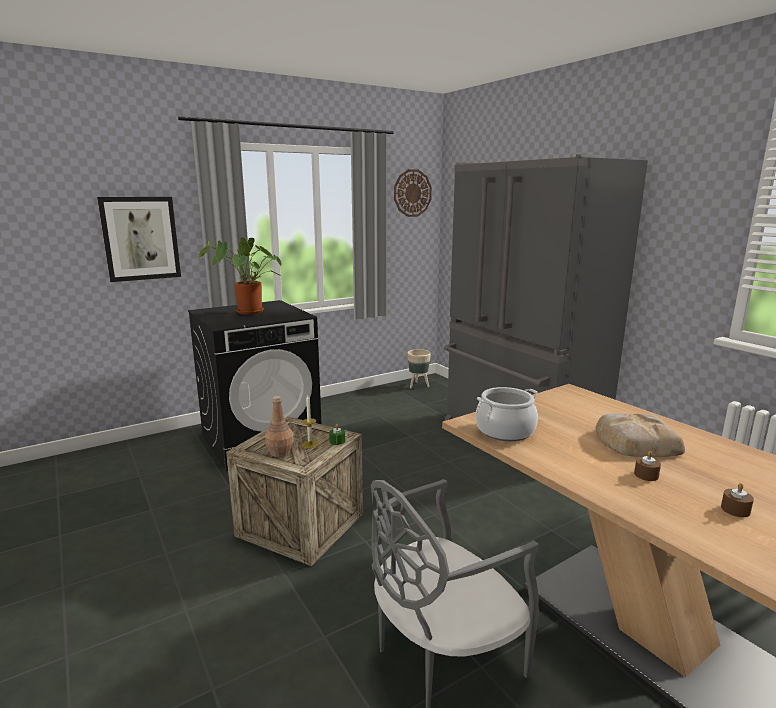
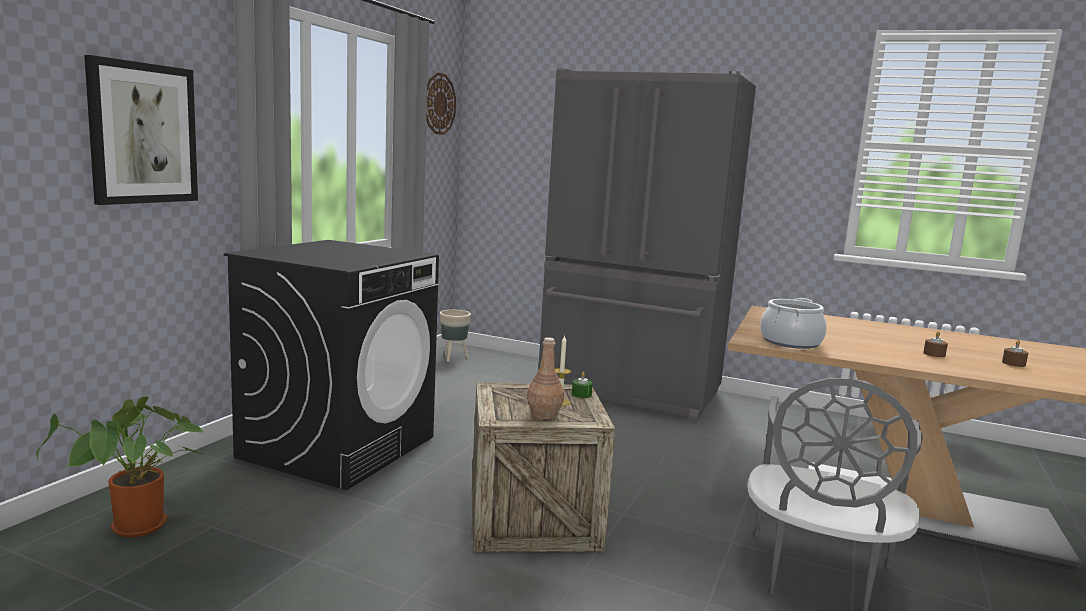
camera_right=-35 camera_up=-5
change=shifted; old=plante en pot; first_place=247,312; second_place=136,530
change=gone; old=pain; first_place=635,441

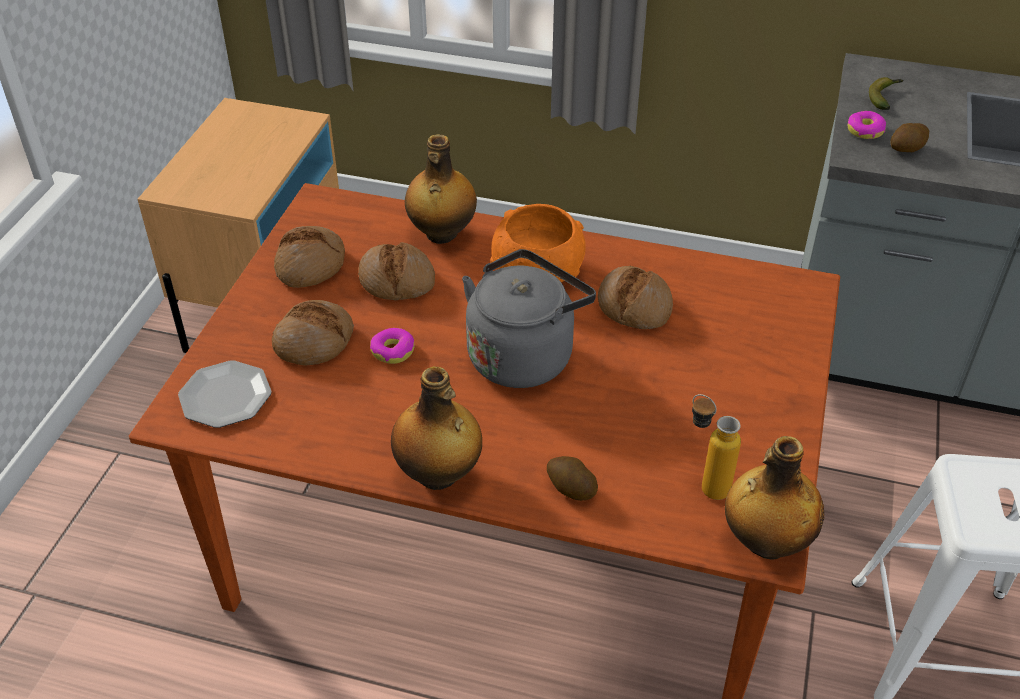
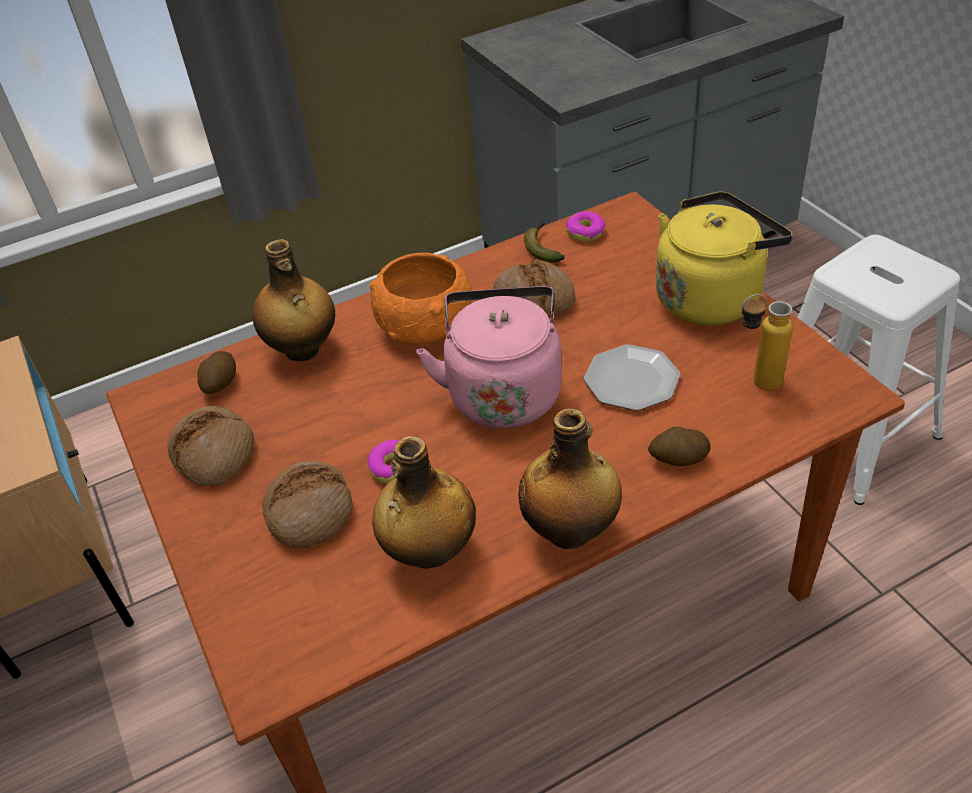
camera_right=-40 camera_up=0
change=shifted; old=banane; first_place=884,97; second_place=543,247
change=shifted; old=beignet; first_place=865,130; second_place=585,232
change=shifted; old=pomme de terre; first_place=906,149; second_place=220,384
change=gone; old=pain; first_place=397,280
change=repainted; old=bouilloire/gris; new=bouilloire/rose; first_place=523,355; second_place=503,392
change=shifted; old=assiette; first_place=226,397; second_place=632,380
change=shifted; old=bouteille; first_place=765,542; second_place=429,552
change=new; new=bouilloire/jaune; second_place=711,297

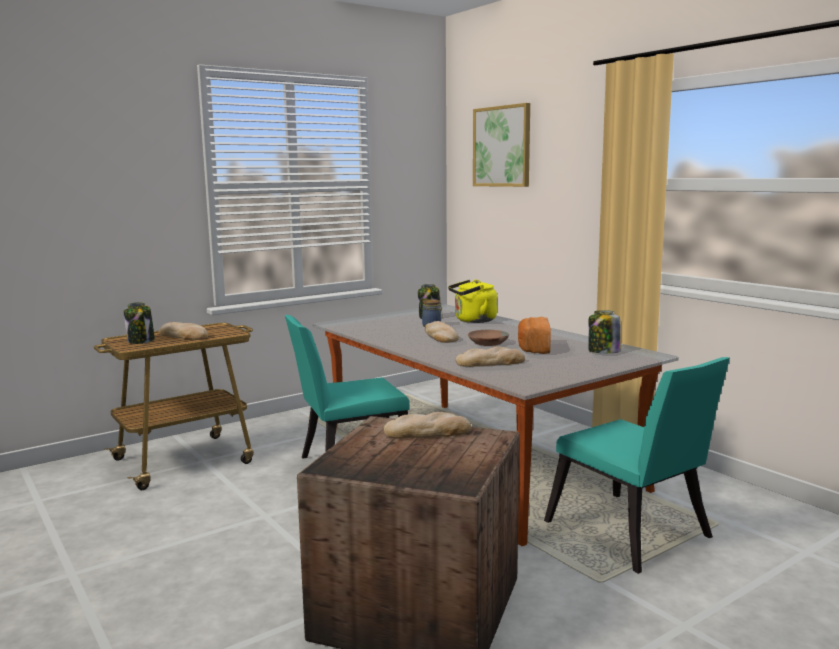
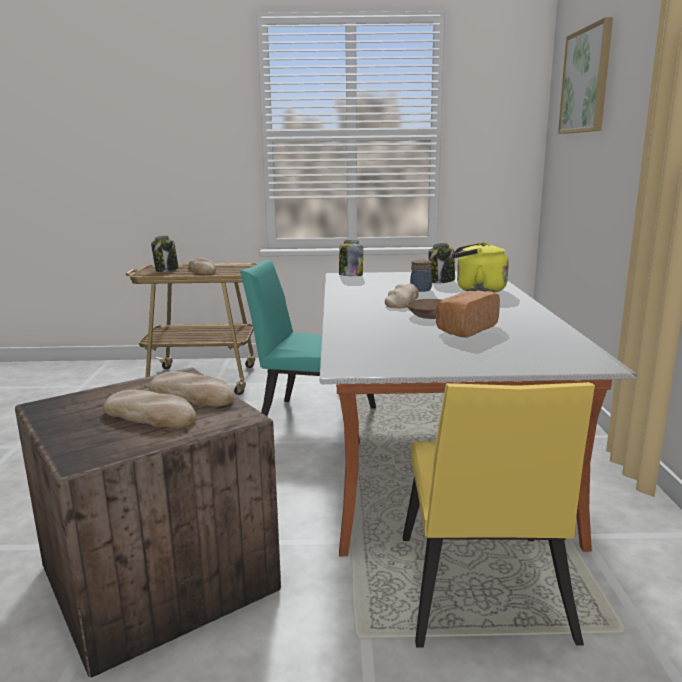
camera_right=35 camera_up=5
change=shifted; old=bocal; first_place=603,352; second_place=350,275
change=shifted; old=pain; first_place=490,362; second_place=151,415
change=repainted; old=chaise/turquoise; new=chaise/jaune; first_place=632,535; second_place=480,596

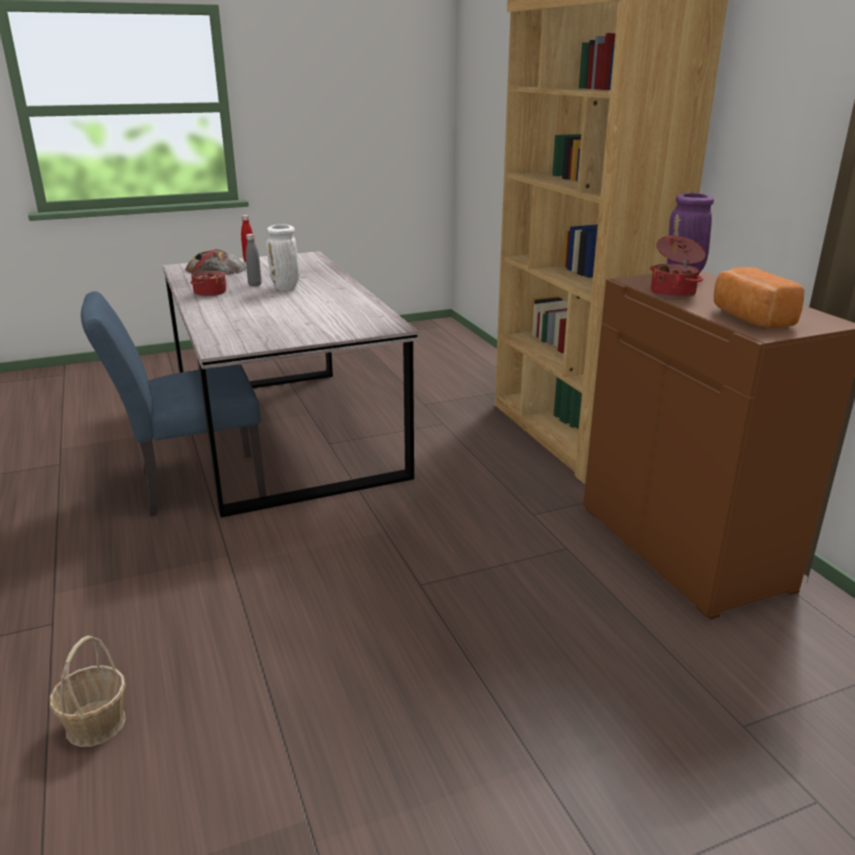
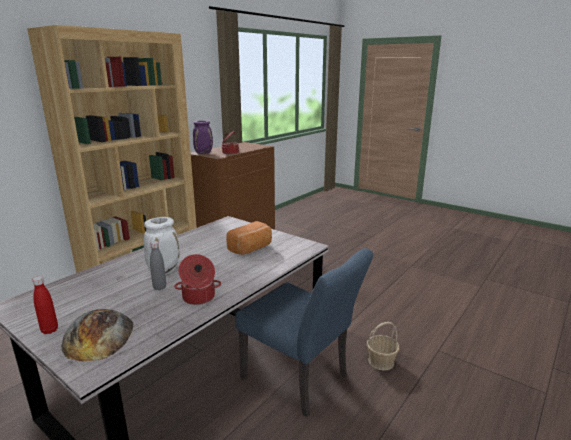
camera_right=-120 camera_up=-5
change=shifted; old=pain; first_place=749,318; second_place=251,248
change=shifted; old=panier; first_place=95,724; second_place=381,361

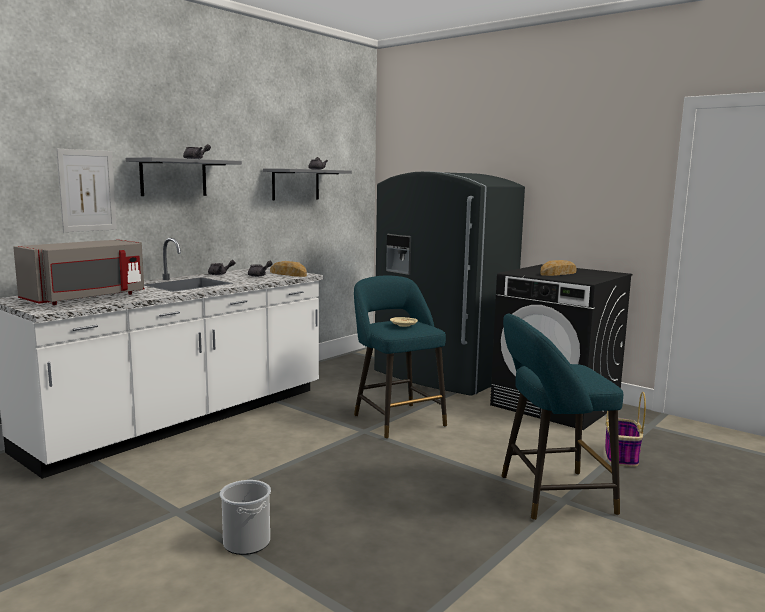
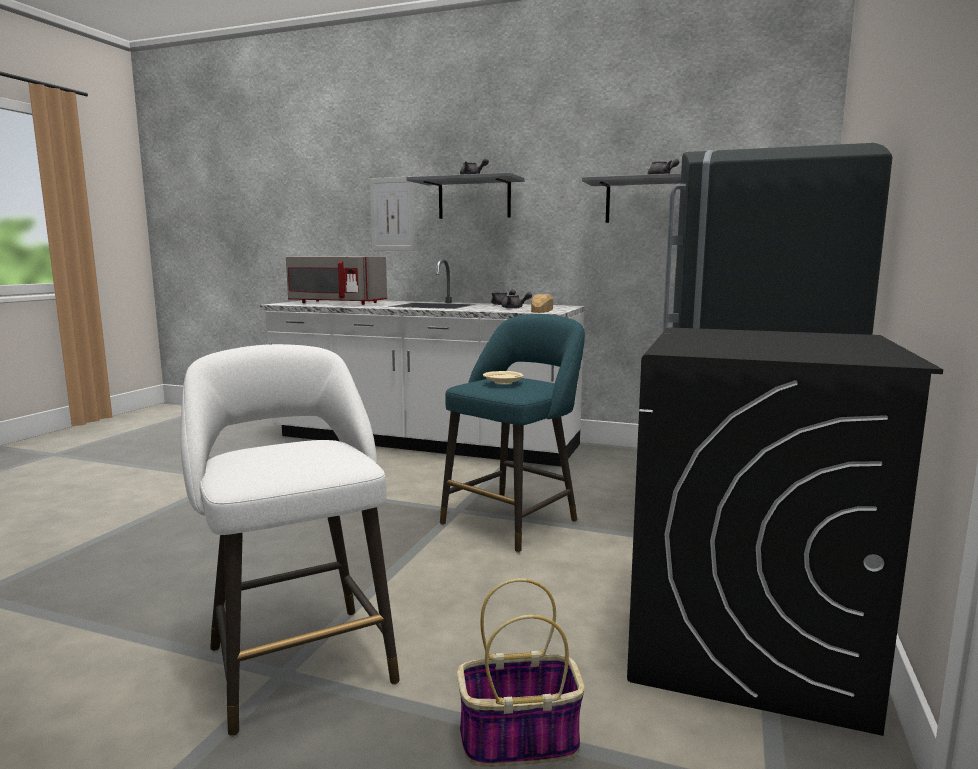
camera_right=70 camera_up=0
change=gone; old=pain; first_place=558,273
change=repainted; old=tabouret/turquoise; new=tabouret/blanc; first_place=550,495; second_place=298,659
change=gone; old=seau; first_place=246,542

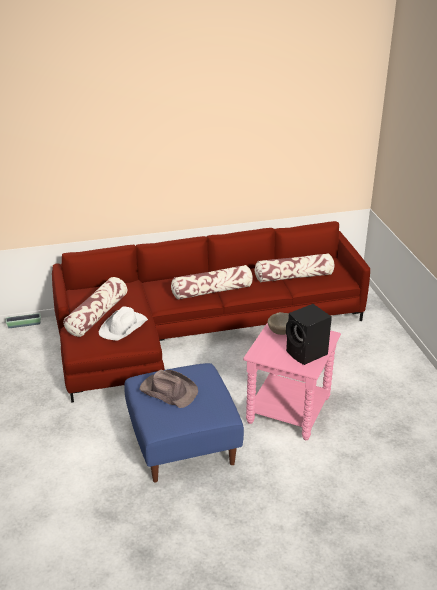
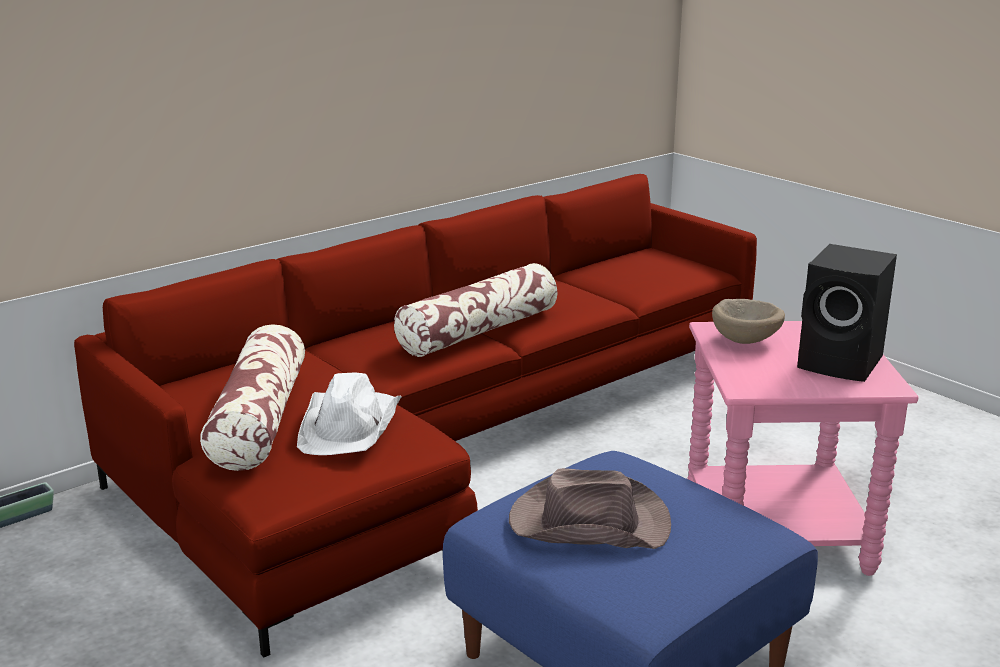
camera_right=-25 camera_up=-10
change=gone; old=coussin; first_place=294,276

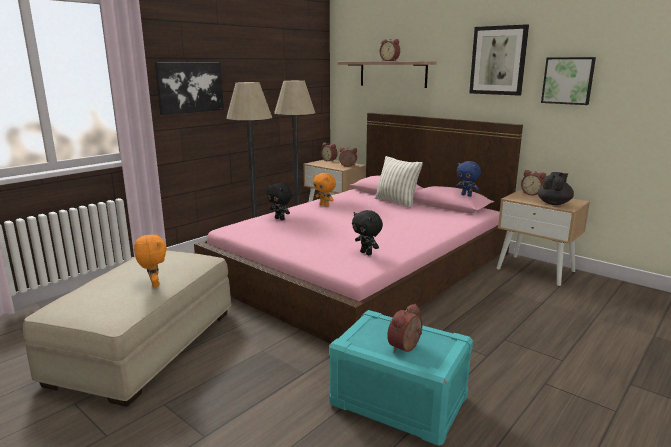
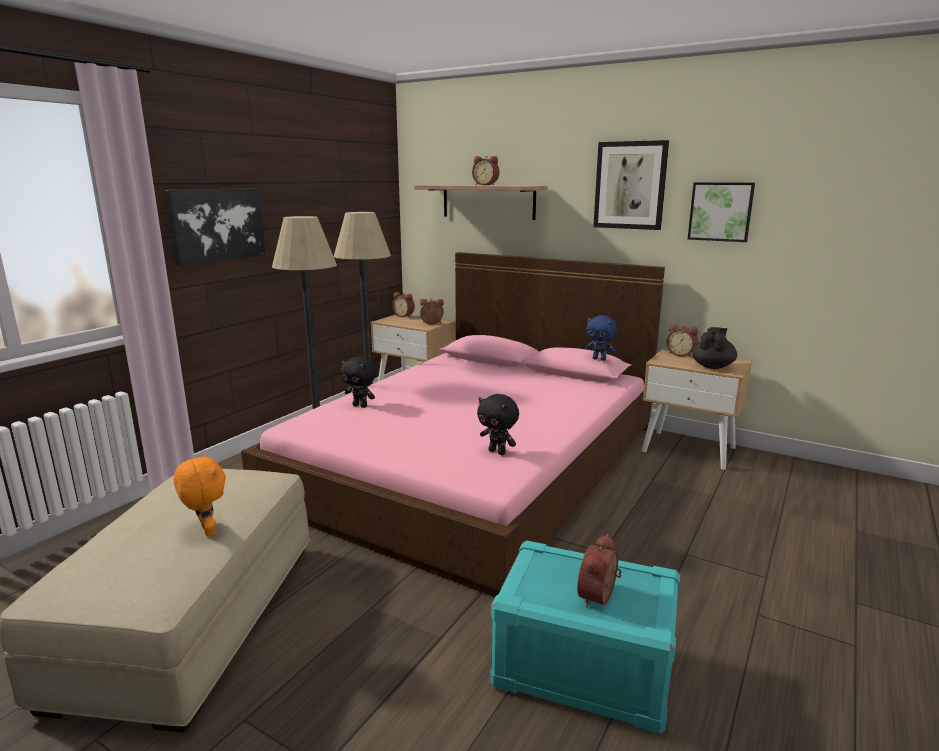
camera_right=-10 camera_up=0
change=gone; old=coussin; first_place=396,202
change=gone; old=peluche/orange; first_place=324,205

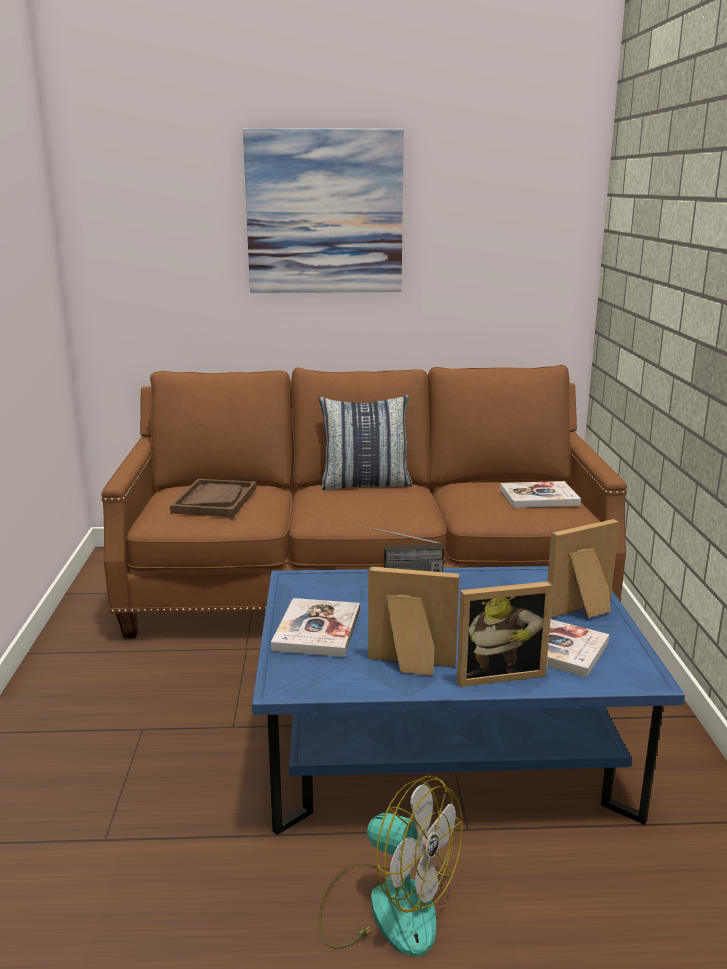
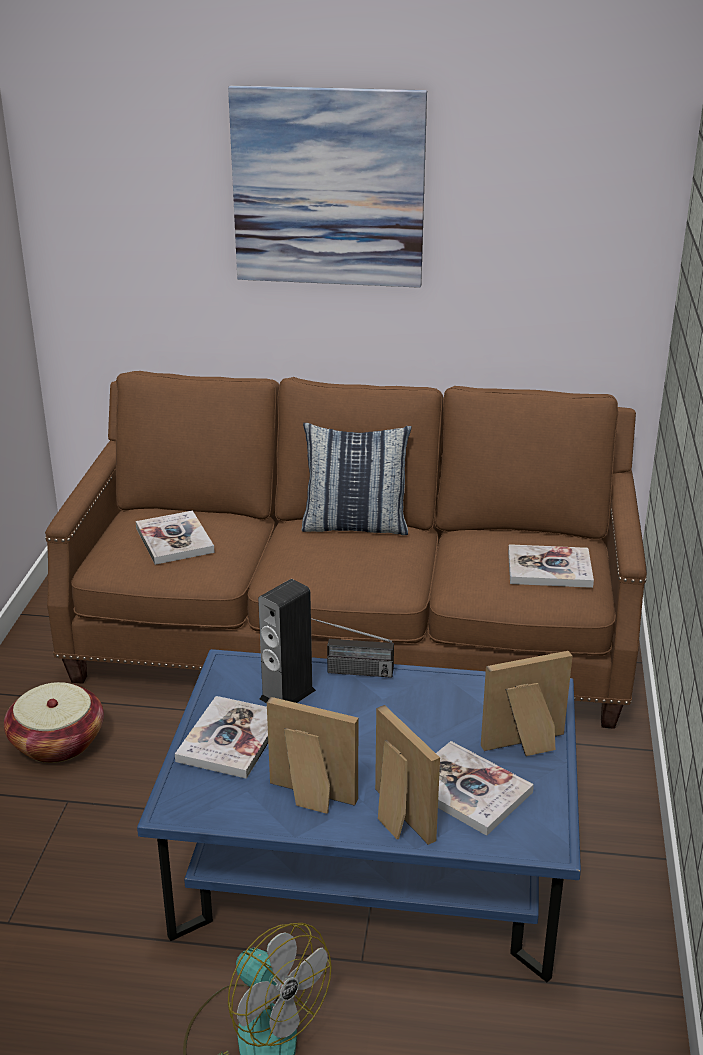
camera_right=10 camera_up=10
change=swapped; old=plateau/marron; new=livre; first_place=214,500; second_place=174,540
change=rotated; old=cadre photo; first_place=497,673; second_place=395,818; degrees=-120
change=new; new=enceinte; second_place=287,694
change=new; new=panier; second_place=57,742

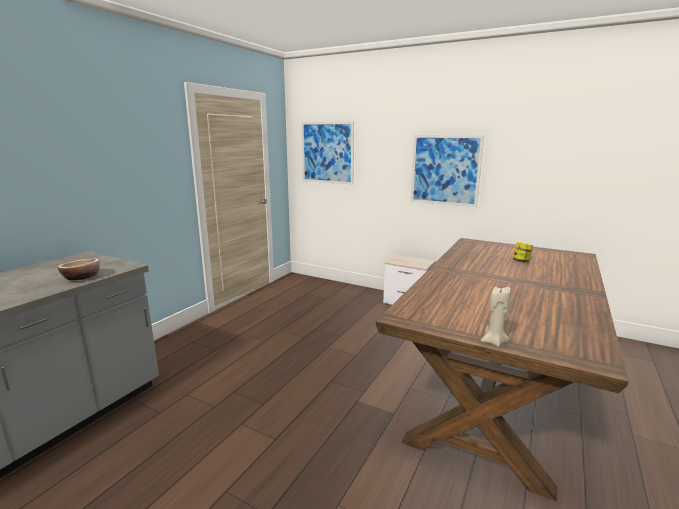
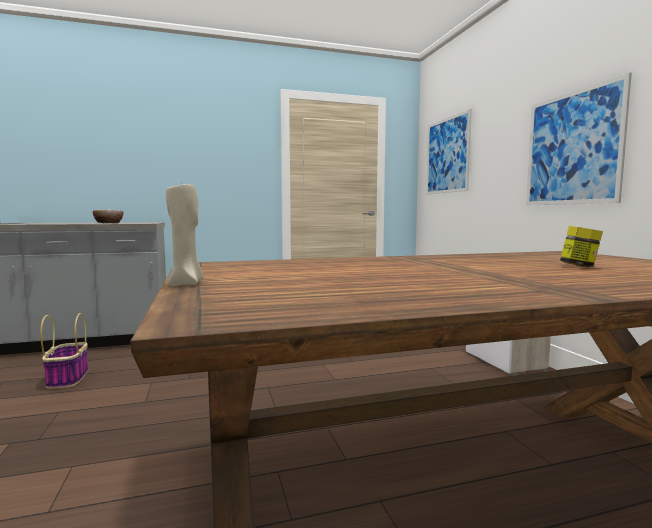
camera_right=45 camera_up=-10
change=new; new=panier; second_place=68,378

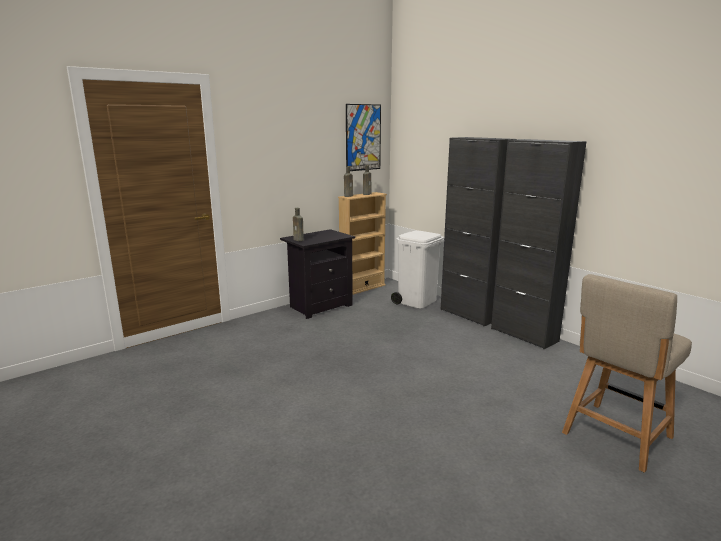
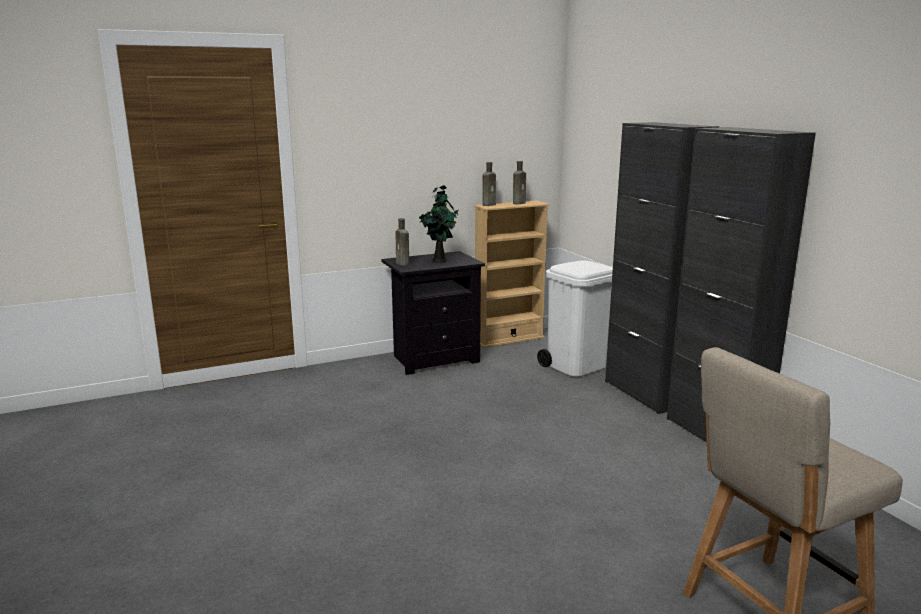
camera_right=15 camera_up=0
change=gone; old=tableau; first_place=363,137
change=new; new=plante en pot; second_place=439,260

